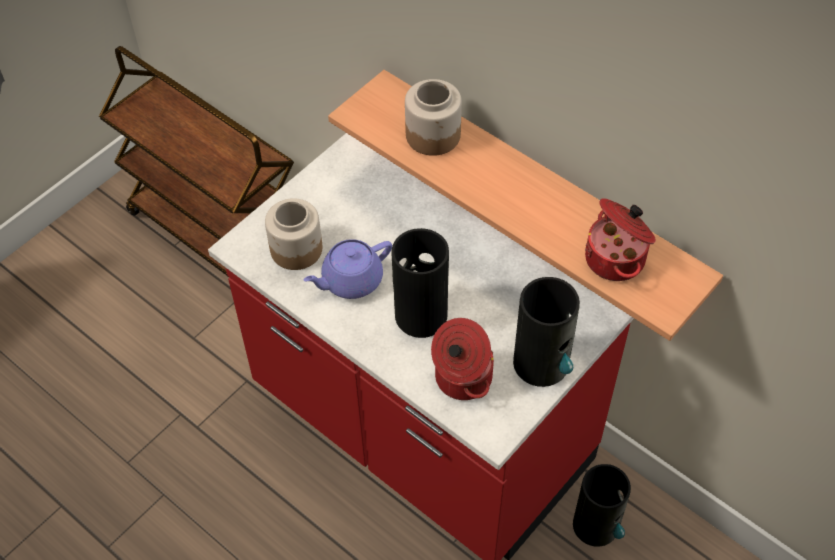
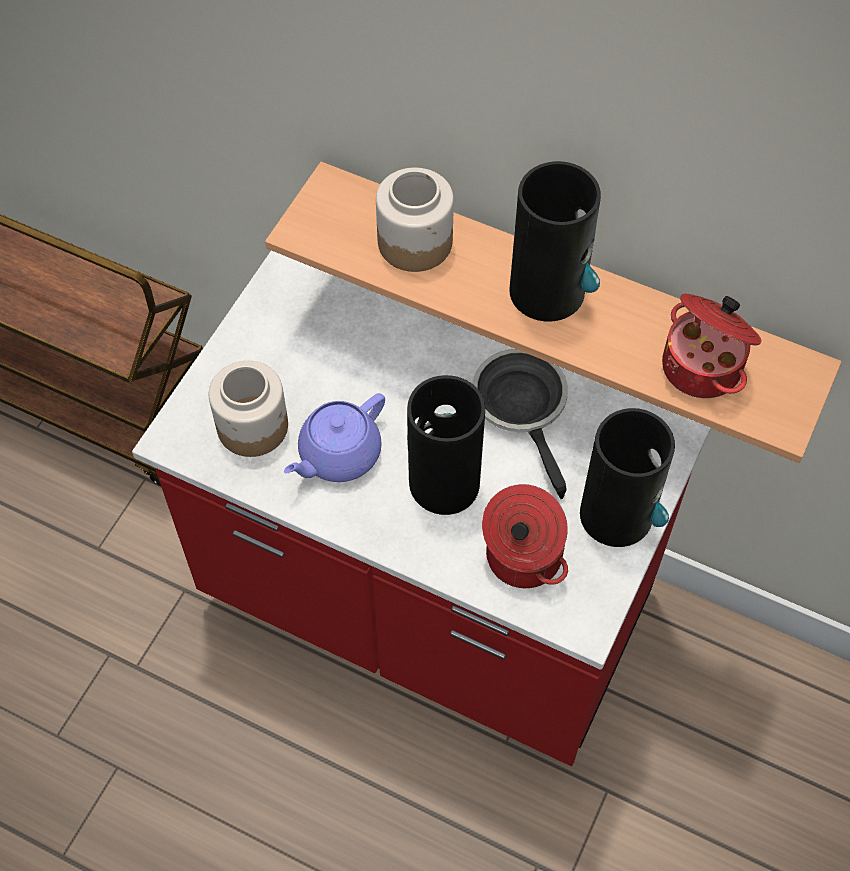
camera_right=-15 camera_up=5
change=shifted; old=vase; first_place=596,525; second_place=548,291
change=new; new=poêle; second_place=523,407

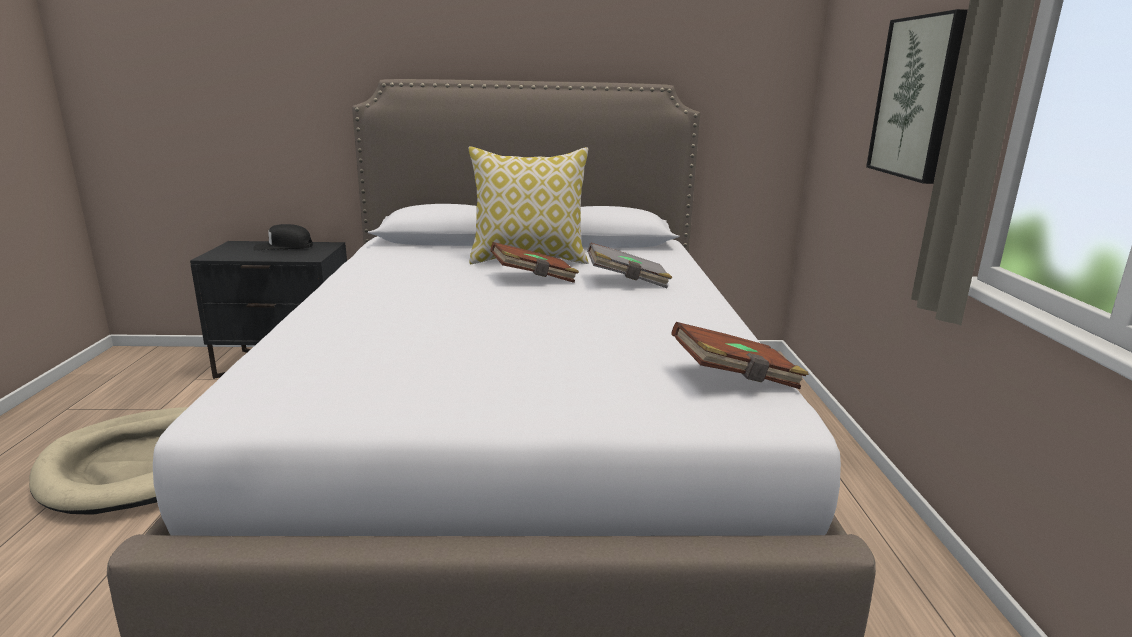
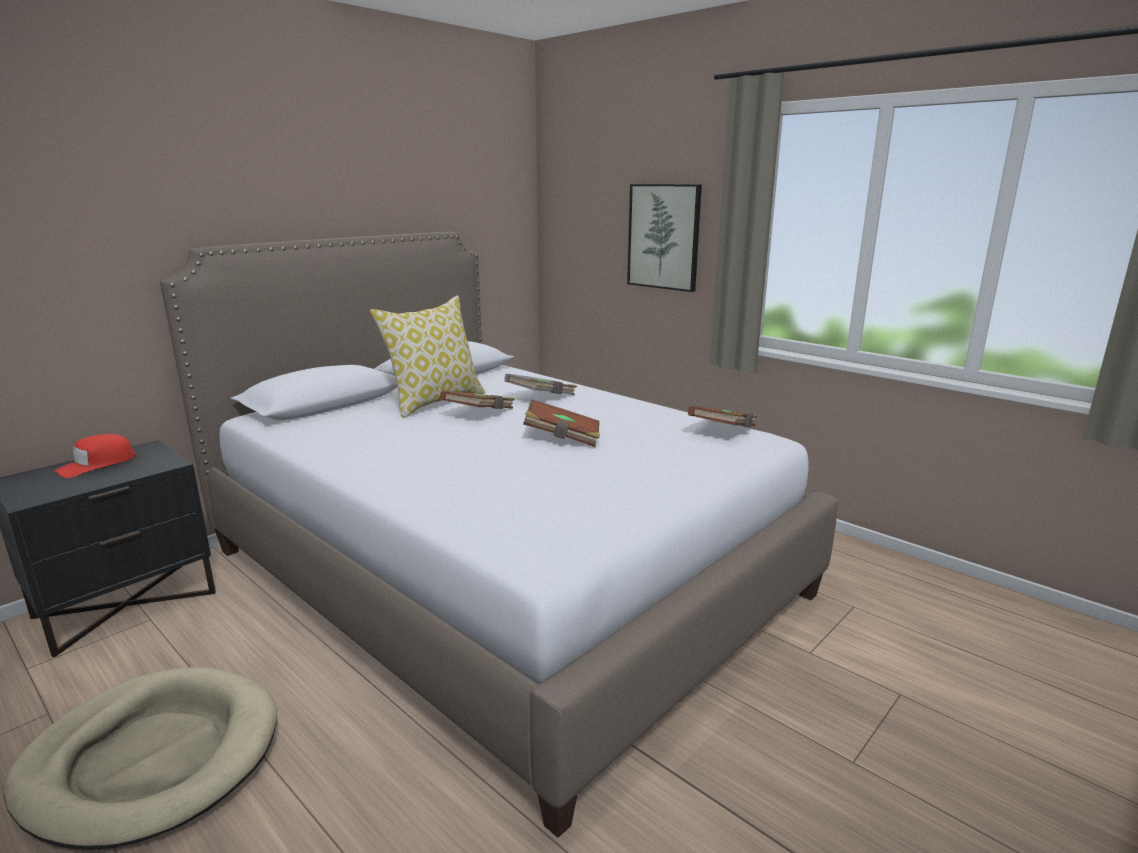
camera_right=-45 camera_up=0
change=repainted; old=casquette/noir; new=casquette/rouge; first_place=283,247; second_place=96,464
change=new; new=livre/marron; second_place=562,438

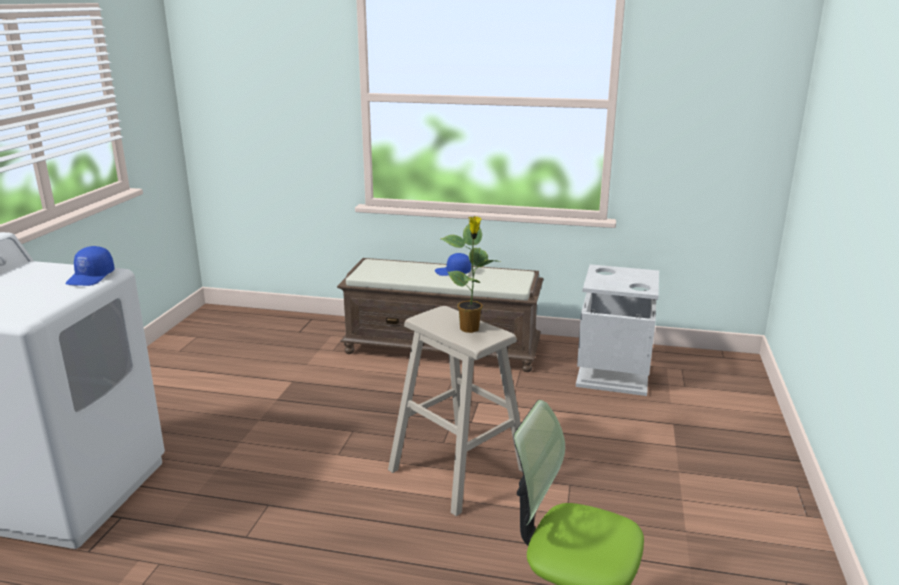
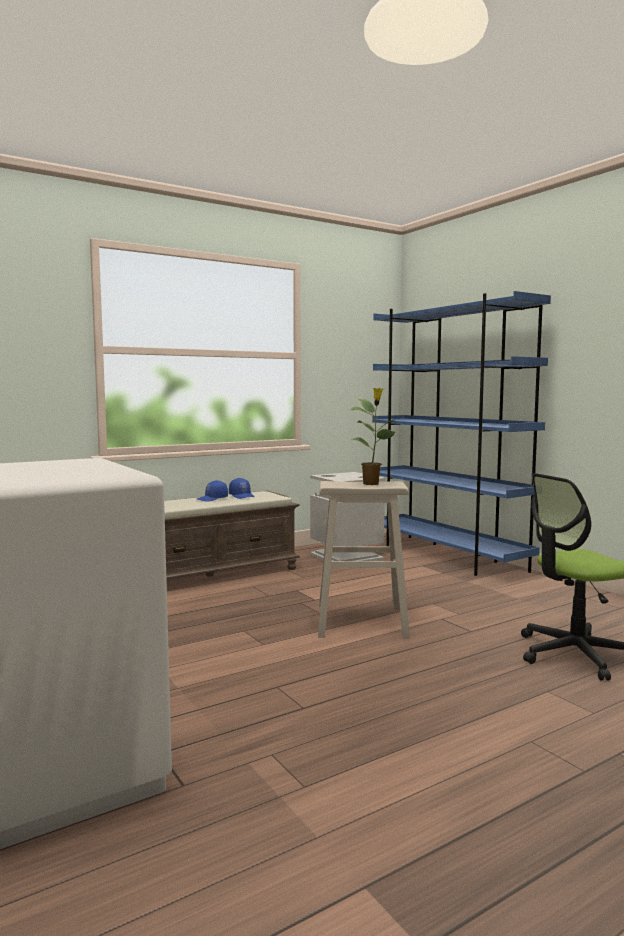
camera_right=-45 camera_up=-15
change=shifted; old=casquette/bleu; first_place=91,277; second_place=242,496
change=new; new=bibliothèque/bleu; second_place=447,556

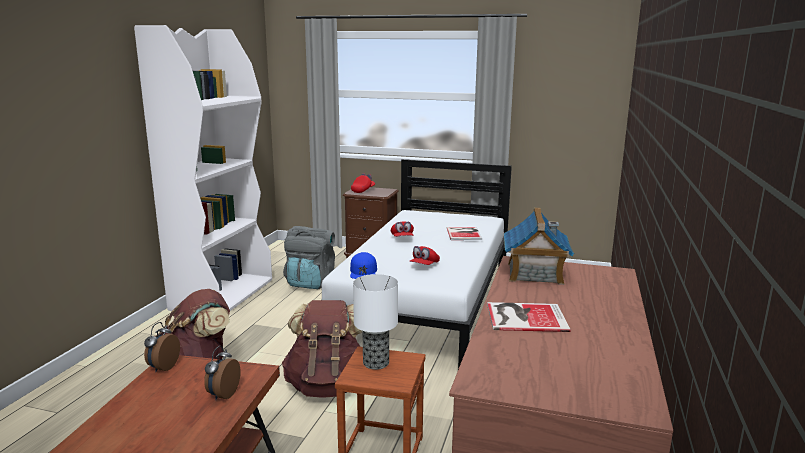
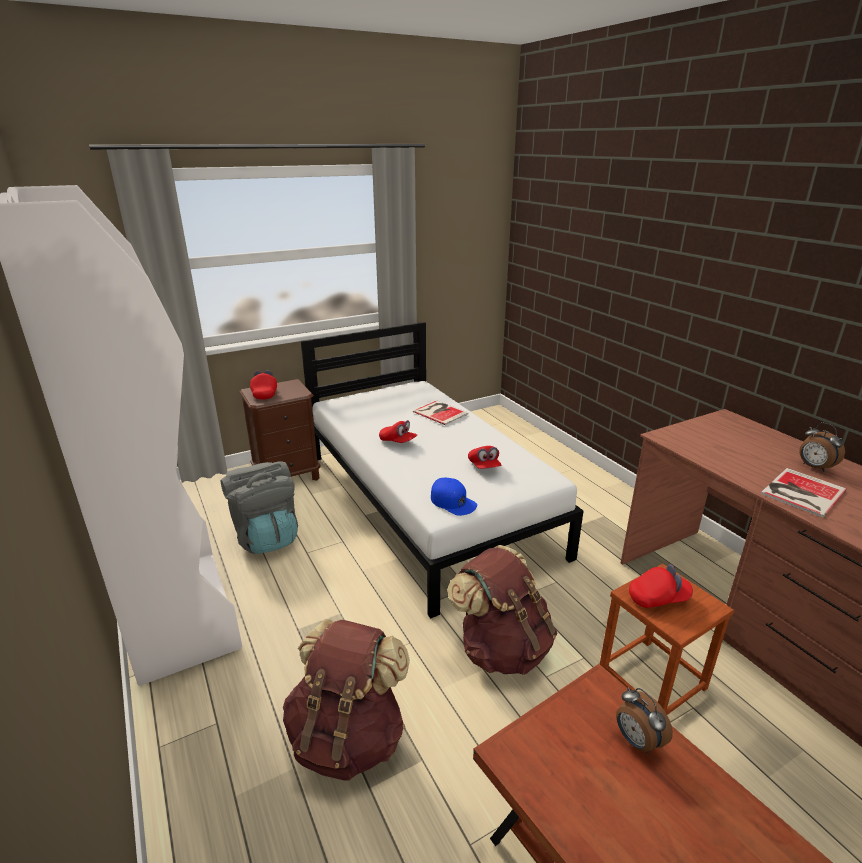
camera_right=-45 camera_up=10
change=gone; old=maison miniature; first_place=534,273
change=swapped; old=lampe de table; new=casquette/rouge; first_place=376,362; second_place=658,598
change=shifted; old=réveil; first_place=162,367; second_place=814,467

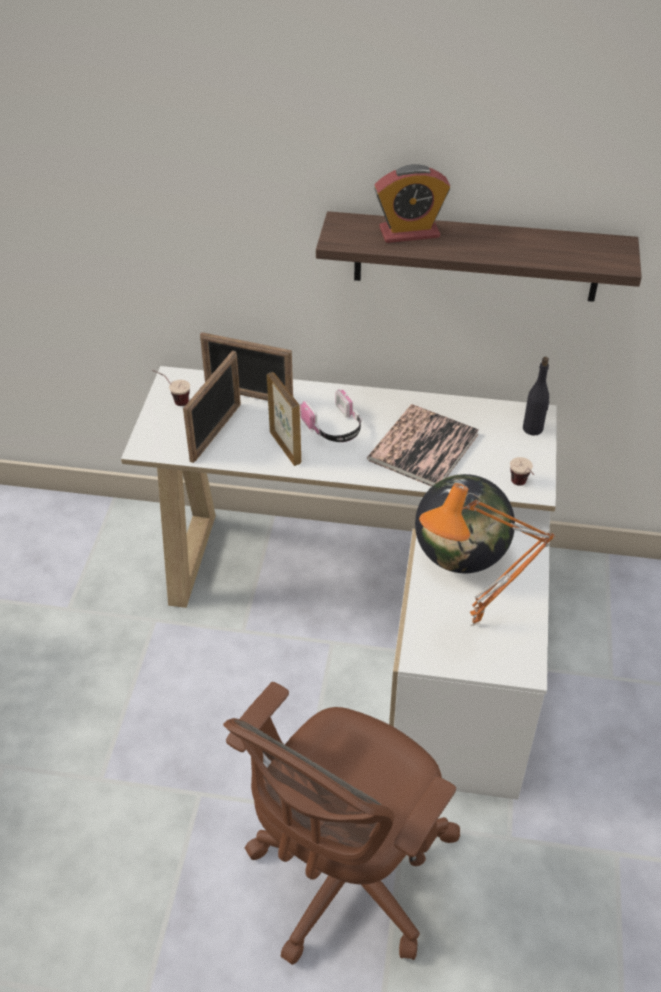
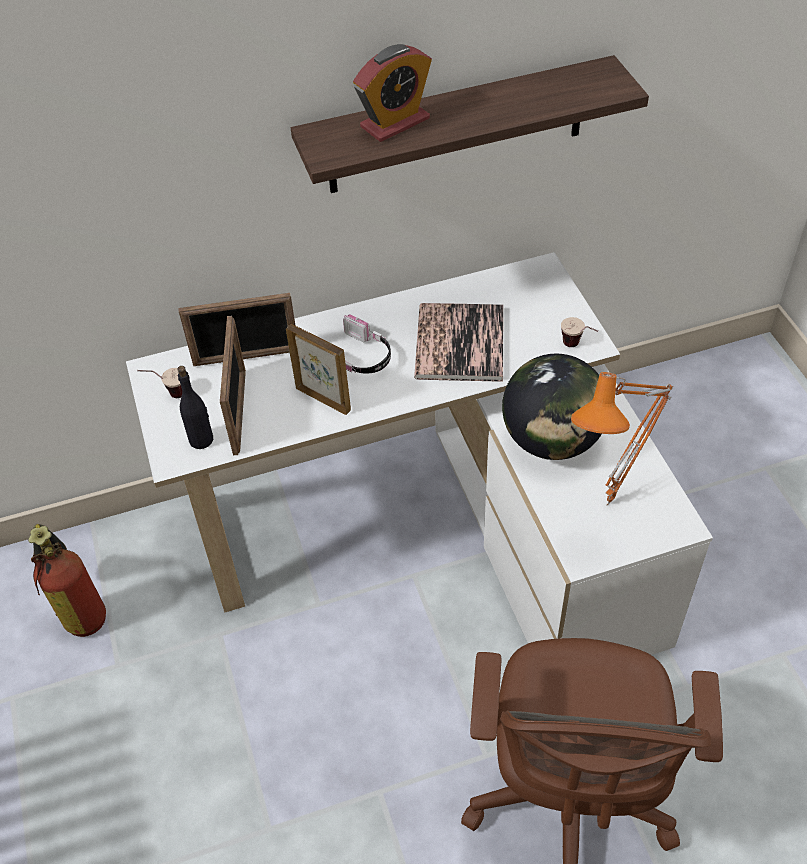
camera_right=-25 camera_up=5
change=shifted; old=bouteille/noir; first_place=533,428; second_place=201,439
change=new; new=extincteur; second_place=79,607

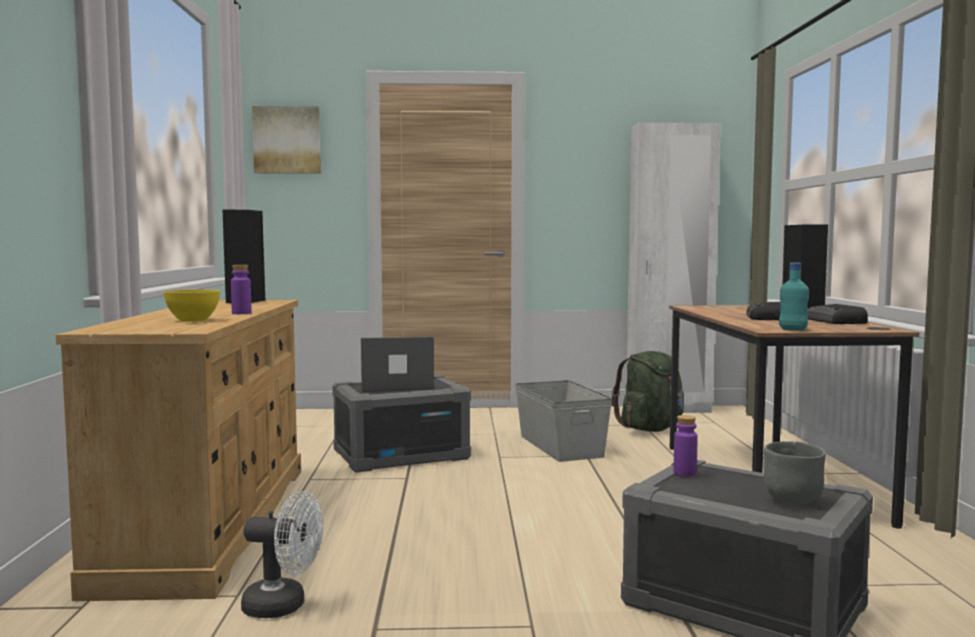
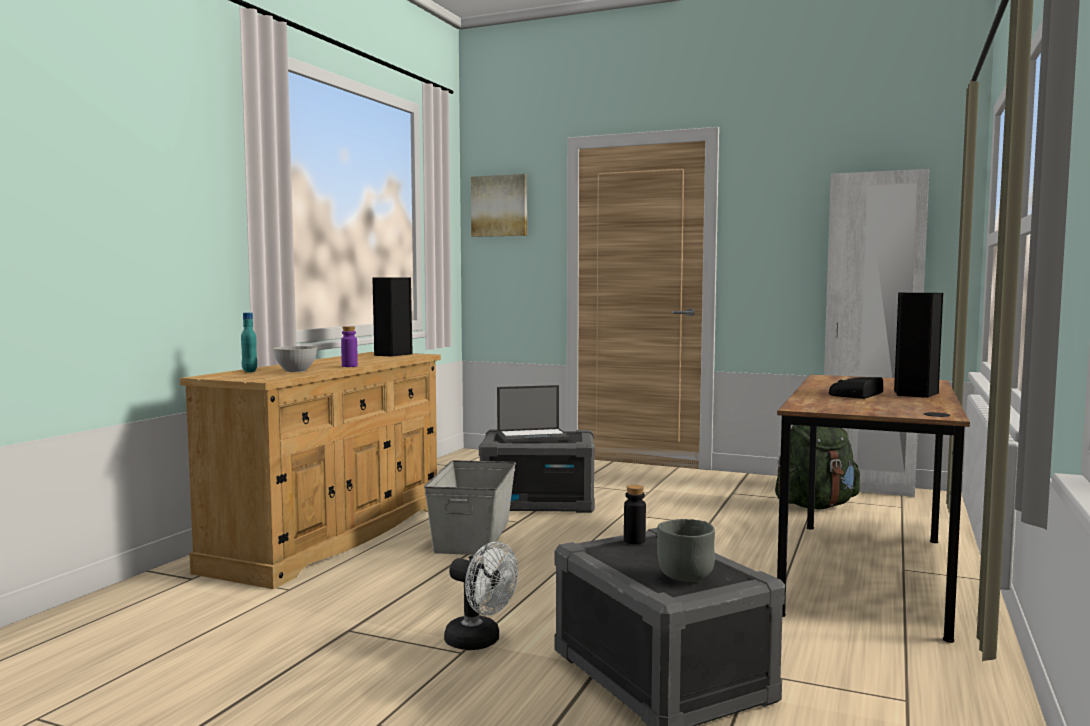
camera_right=25 camera_up=0
change=shifted; old=bouteille/turquoise; first_place=792,329; second_place=249,371
change=repainted; old=bol/jaune; new=bol/gris; first_place=193,320; second_place=295,371
change=gone; old=radio; first_place=835,321
change=rotated; old=ordinateur portable; first_place=396,385; second_place=534,436; degrees=150
change=shifted; old=boîte de rangement/gris; first_place=561,446; second_place=474,535
change=repainted; old=bouteille/violet; new=bouteille/noir; first_place=684,473; second_place=634,541
change=shifted; old=ventilateur/blanc; first_place=284,606; second_place=480,642

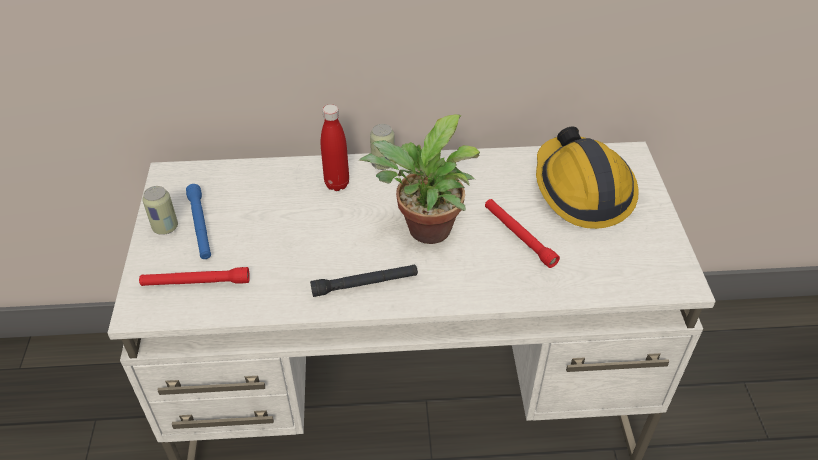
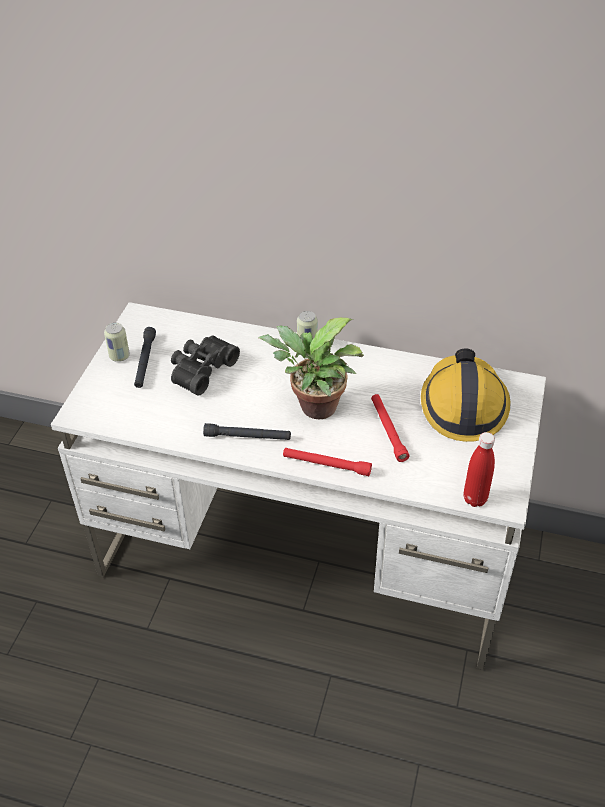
camera_right=20 camera_up=0
change=shifted; old=bouteille/rouge; first_place=337,184; second_place=475,499
change=repainted; old=lampe de poche/bleu; new=lampe de poche/noir; first_place=200,226; second_place=145,361
change=shifted; old=lampe de poche/rouge; first_place=196,283; second_place=326,465
change=new; new=jumelles/noir; second_place=200,369

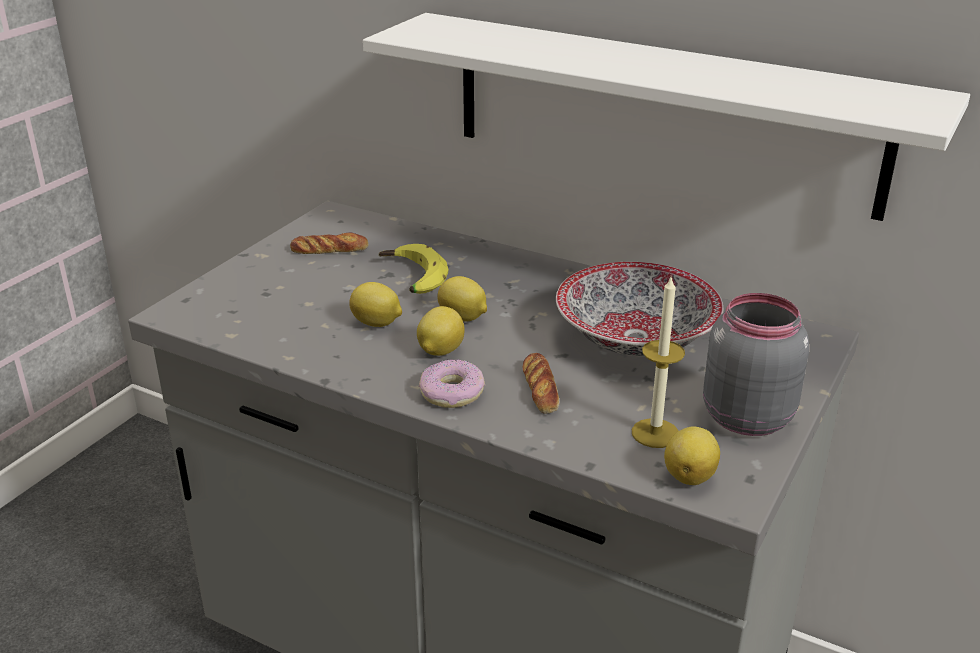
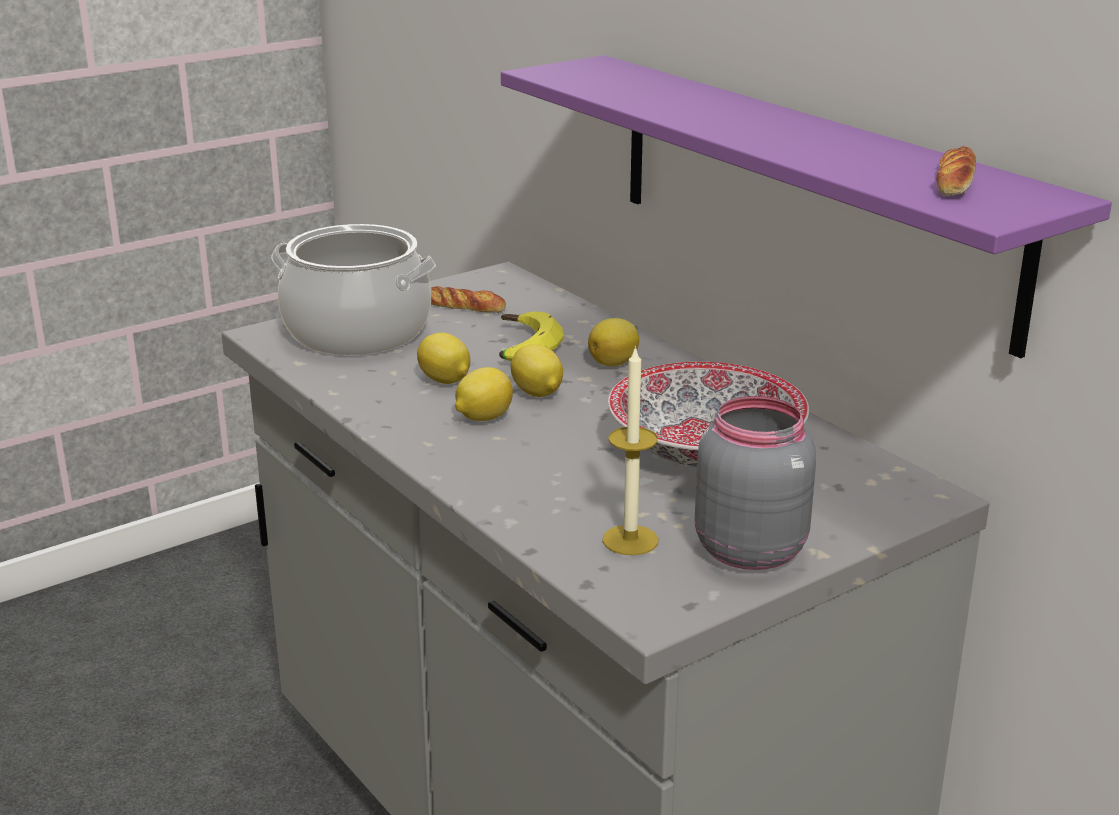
camera_right=25 camera_up=-5
change=repainted; old=étagère/blanc; new=étagère/violet; first_place=661,112; second_place=808,193
change=shifted; old=pain; first_place=541,389; second_place=955,181
change=gone; old=beignet; first_place=452,393
change=shifted; old=citron; first_place=690,475; second_place=614,363
change=new; new=marmite; second_place=358,331

